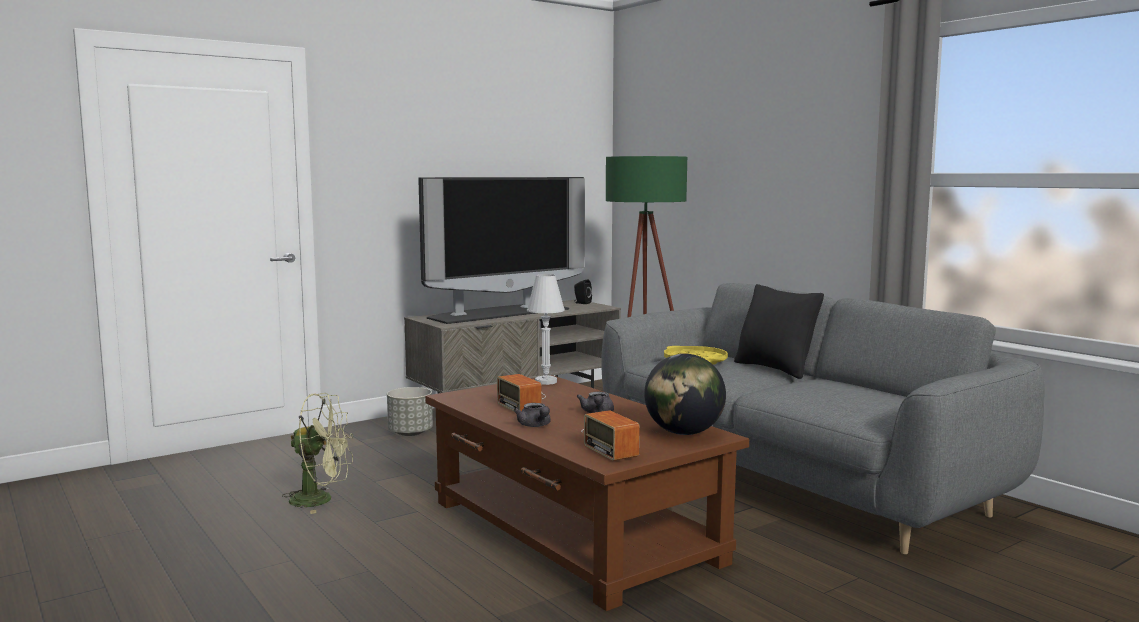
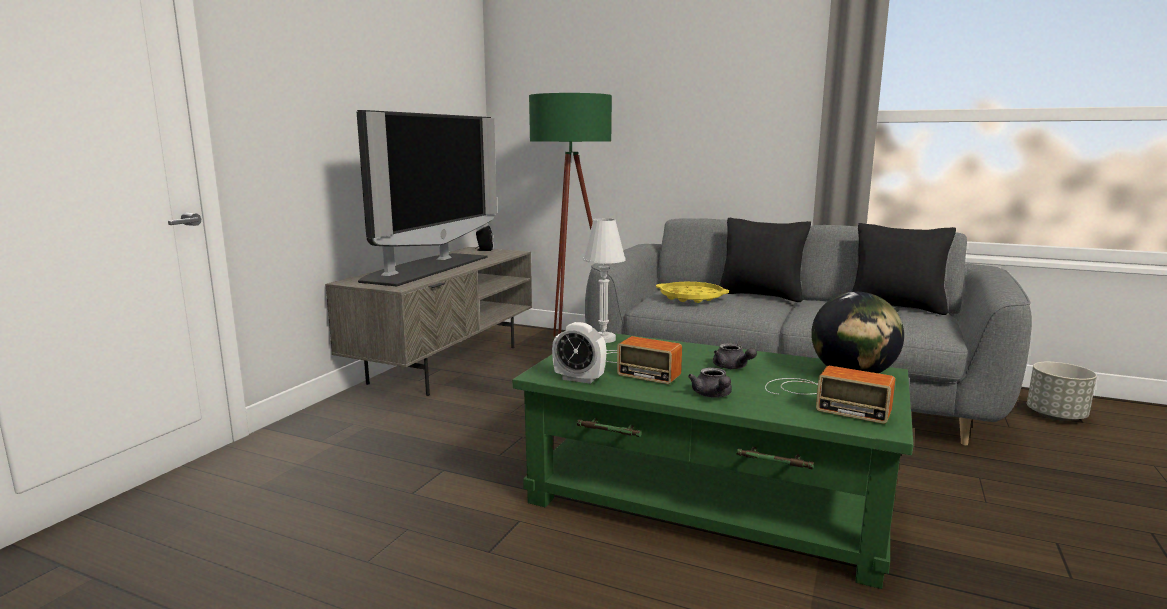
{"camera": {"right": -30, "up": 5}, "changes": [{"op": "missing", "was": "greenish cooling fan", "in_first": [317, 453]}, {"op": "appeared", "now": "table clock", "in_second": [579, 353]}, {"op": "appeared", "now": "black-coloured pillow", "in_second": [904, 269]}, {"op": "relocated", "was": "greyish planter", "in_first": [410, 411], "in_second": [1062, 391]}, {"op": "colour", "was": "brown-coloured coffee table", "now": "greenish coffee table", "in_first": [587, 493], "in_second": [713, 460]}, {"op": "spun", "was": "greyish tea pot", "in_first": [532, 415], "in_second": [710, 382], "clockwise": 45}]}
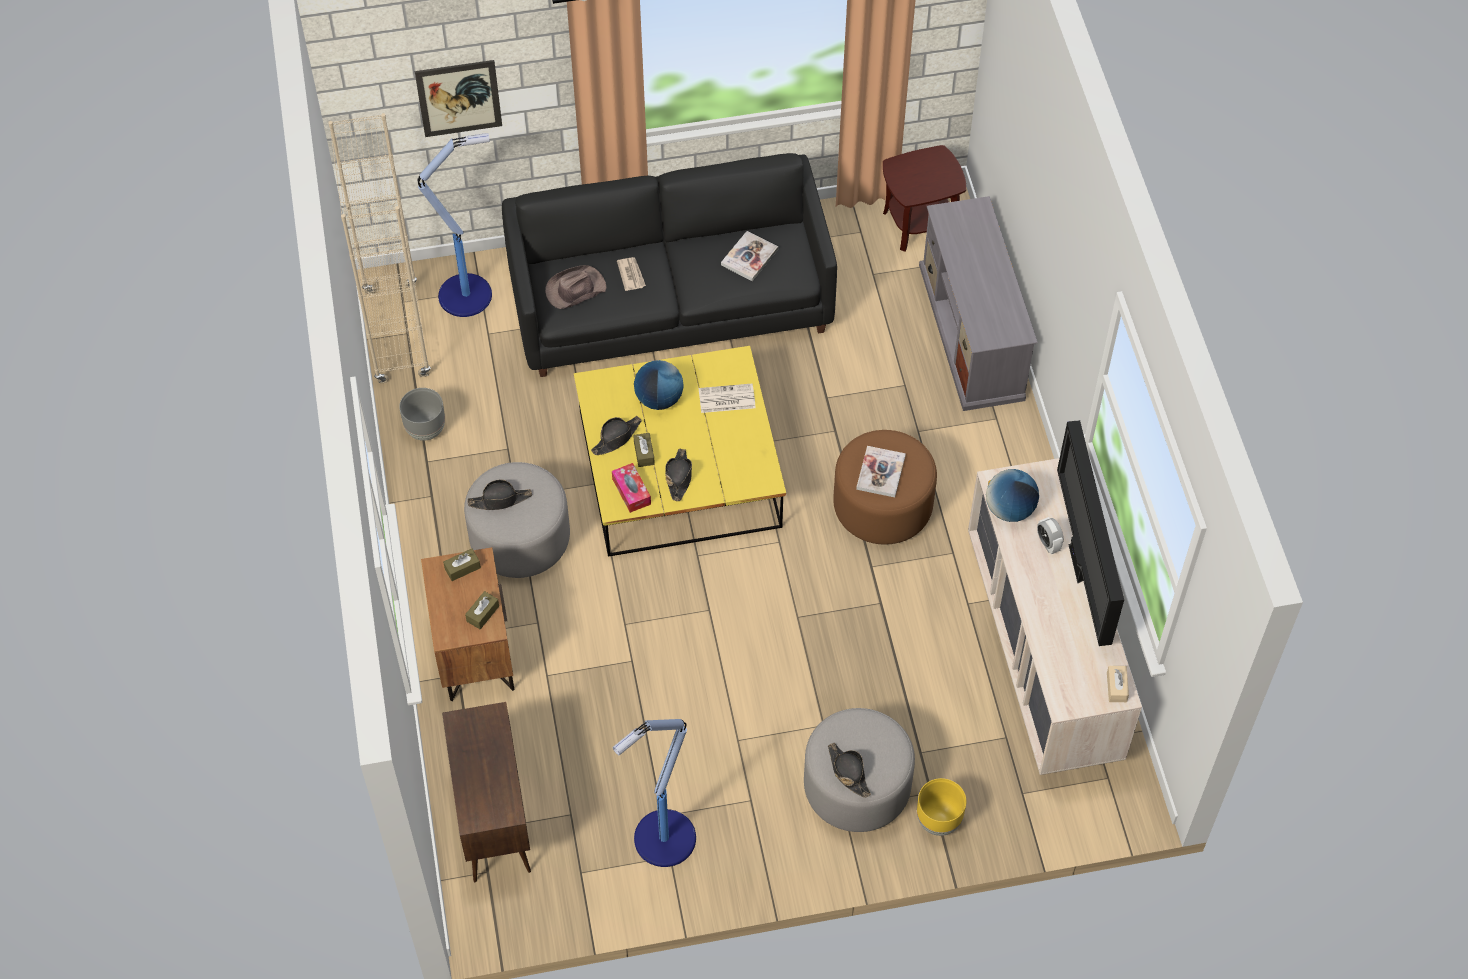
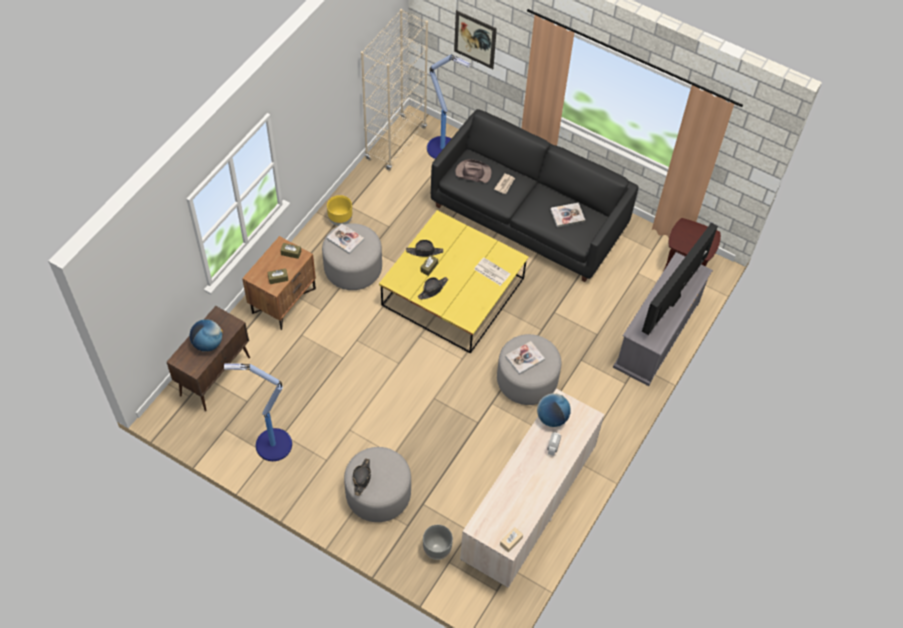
{"camera": {"right": 40, "up": 0}, "changes": [{"op": "missing", "was": "tissue box", "in_first": [631, 488]}, {"op": "relocated", "was": "greyish planter", "in_first": [422, 414], "in_second": [438, 542]}, {"op": "relocated", "was": "desk globe", "in_first": [659, 385], "in_second": [206, 335]}, {"op": "relocated", "was": "yellow planter", "in_first": [941, 807], "in_second": [339, 210]}, {"op": "relocated", "was": "television", "in_first": [1090, 533], "in_second": [680, 279]}, {"op": "exchanged", "was": "black-coloured wearable hat", "now": "volume", "in_first": [499, 495], "in_second": [345, 238]}, {"op": "colour", "was": "brown-coloured ottoman", "now": "greyish ottoman", "in_first": [885, 487], "in_second": [529, 369]}]}
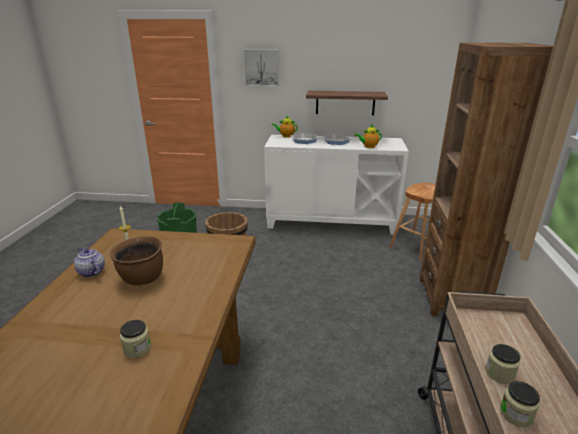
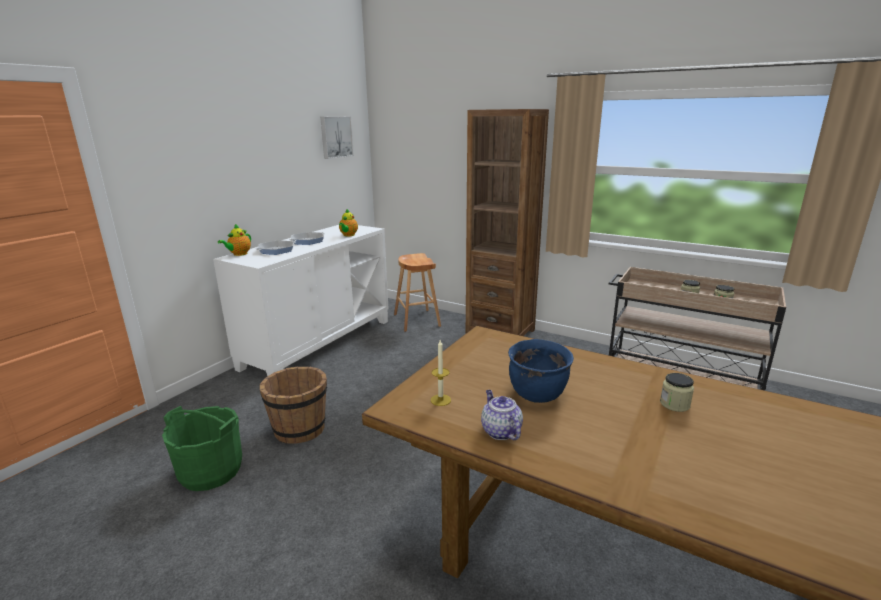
{"camera": {"right": -65, "up": -5}, "changes": [{"op": "missing", "was": "bracket shelf", "in_first": [347, 103]}, {"op": "relocated", "was": "wall art", "in_first": [261, 67], "in_second": [337, 137]}, {"op": "colour", "was": "brown-coloured cooking pot", "now": "blue cooking pot", "in_first": [136, 260], "in_second": [541, 371]}, {"op": "spun", "was": "tea pot", "in_first": [89, 262], "in_second": [502, 415], "clockwise": 90}]}
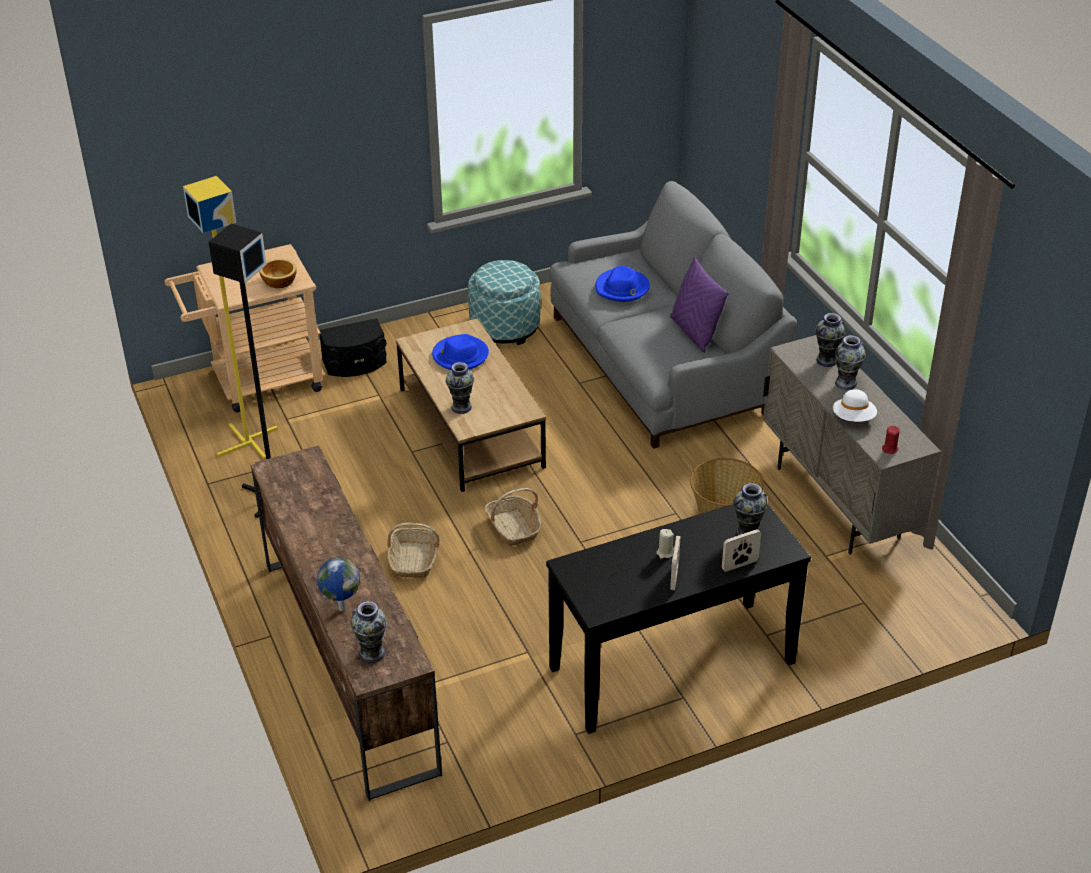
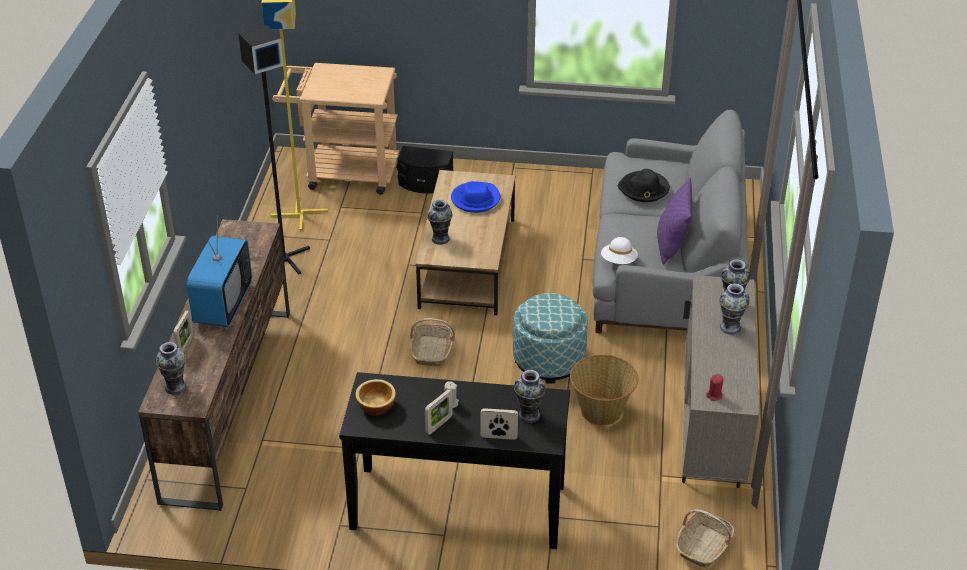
{"camera": {"right": 30, "up": 0}, "changes": [{"op": "appeared", "now": "television", "in_second": [219, 271]}, {"op": "relocated", "was": "bowl", "in_first": [278, 273], "in_second": [375, 397]}, {"op": "relocated", "was": "basket", "in_first": [413, 550], "in_second": [705, 538]}, {"op": "relocated", "was": "ottoman", "in_first": [504, 302], "in_second": [550, 338]}, {"op": "relocated", "was": "whitish wearable hat", "in_first": [855, 405], "in_second": [619, 250]}, {"op": "exchanged", "was": "desk globe", "now": "standing frame", "in_first": [338, 584], "in_second": [183, 331]}, {"op": "colour", "was": "blue wearable hat", "now": "black-coloured wearable hat", "in_first": [623, 284], "in_second": [644, 185]}]}
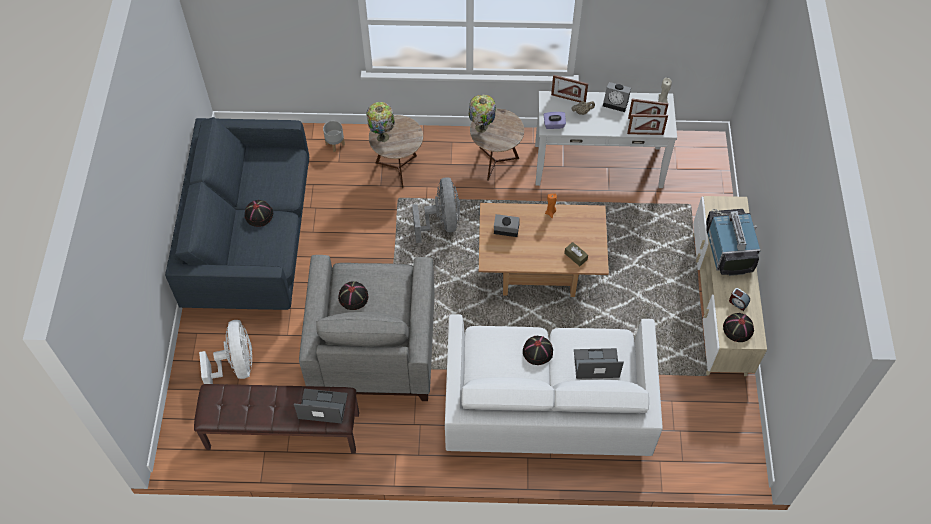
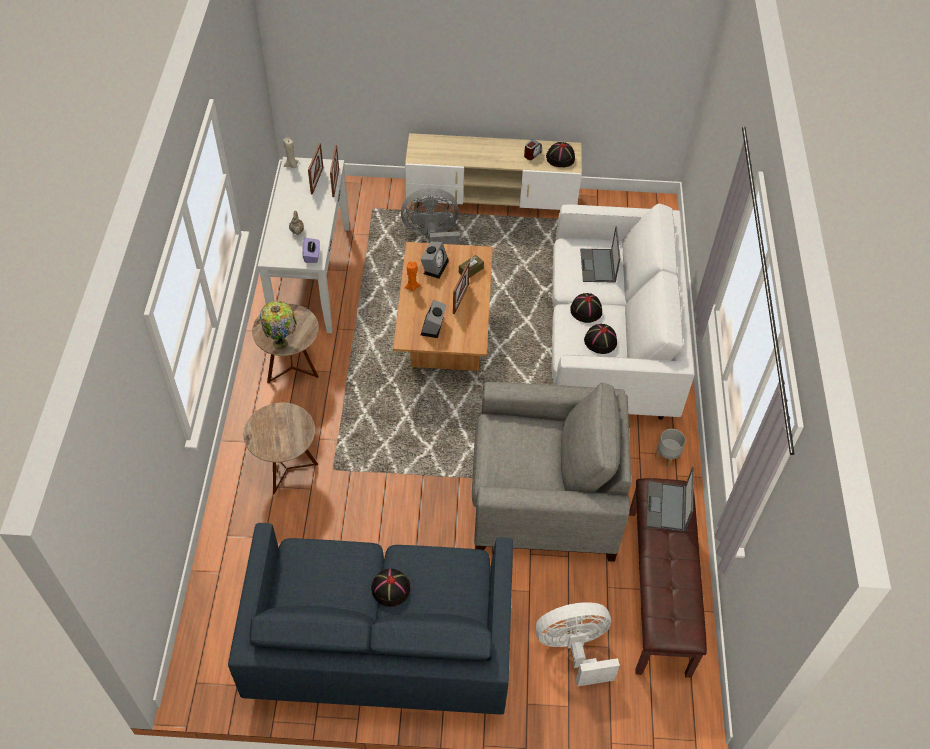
{"camera": {"right": -90, "up": -5}, "changes": [{"op": "missing", "was": "tabletop lamp", "in_first": [380, 122]}, {"op": "missing", "was": "television", "in_first": [733, 242]}, {"op": "relocated", "was": "greyish planter", "in_first": [334, 136], "in_second": [670, 448]}, {"op": "relocated", "was": "black-coloured wearable hat", "in_first": [353, 295], "in_second": [600, 339]}, {"op": "relocated", "was": "greyish cooling fan", "in_first": [436, 210], "in_second": [430, 216]}, {"op": "relocated", "was": "standing frame", "in_first": [569, 88], "in_second": [461, 288]}, {"op": "relocated", "was": "table clock", "in_first": [617, 97], "in_second": [435, 260]}]}
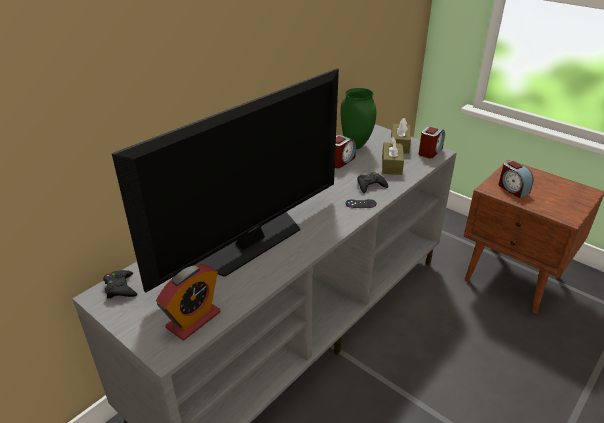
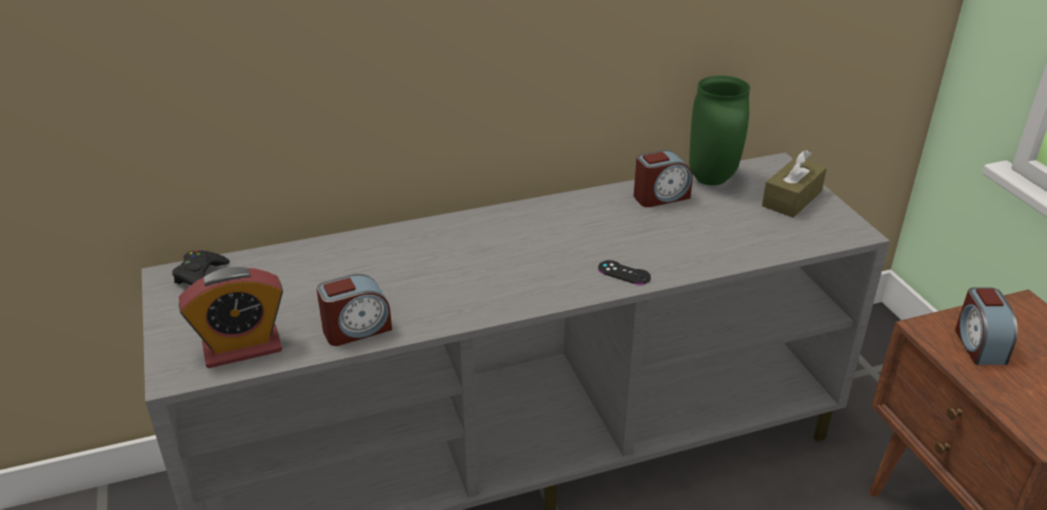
{"camera": {"right": 30, "up": 0}, "changes": [{"op": "missing", "was": "television", "in_first": [225, 180]}, {"op": "missing", "was": "black-coloured joypad", "in_first": [372, 183]}, {"op": "missing", "was": "brown-coloured tissue box", "in_first": [393, 156]}, {"op": "relocated", "was": "table clock", "in_first": [432, 142], "in_second": [354, 310]}]}
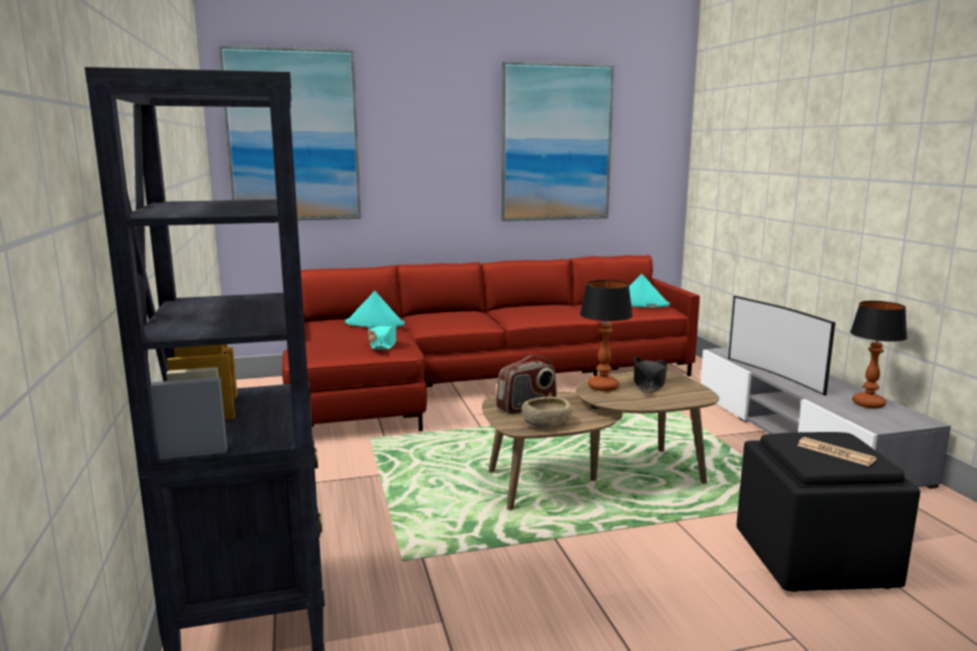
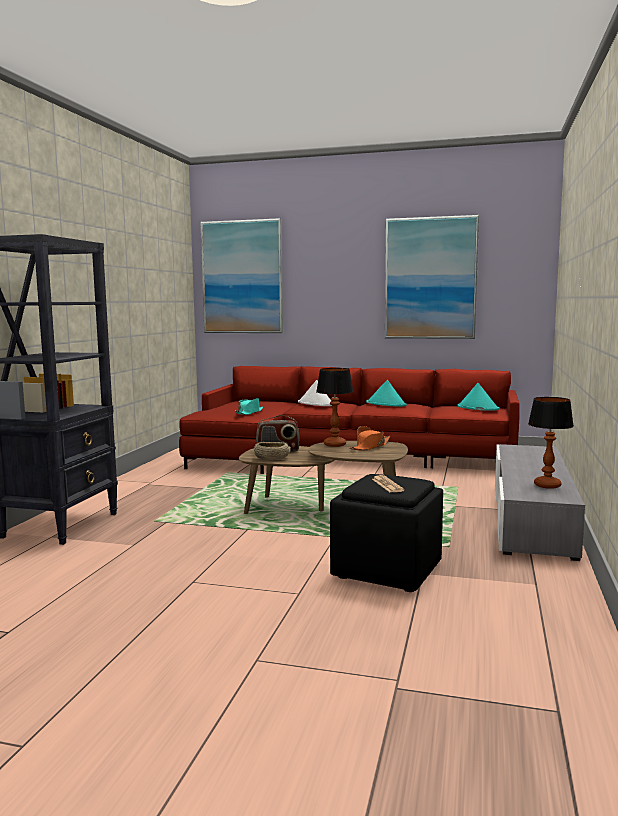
{"camera": {"right": 30, "up": -5}, "changes": [{"op": "missing", "was": "television", "in_first": [781, 345]}, {"op": "appeared", "now": "whitish wearable hat", "in_second": [315, 393]}, {"op": "relocated", "was": "turquoise wearable hat", "in_first": [375, 309], "in_second": [386, 393]}, {"op": "colour", "was": "black-coloured wearable hat", "now": "orange-coloured wearable hat", "in_first": [650, 374], "in_second": [369, 438]}]}
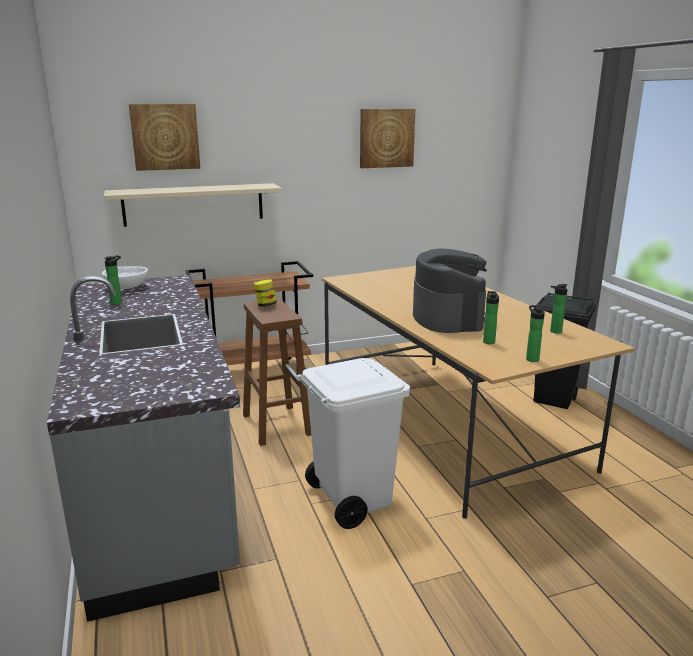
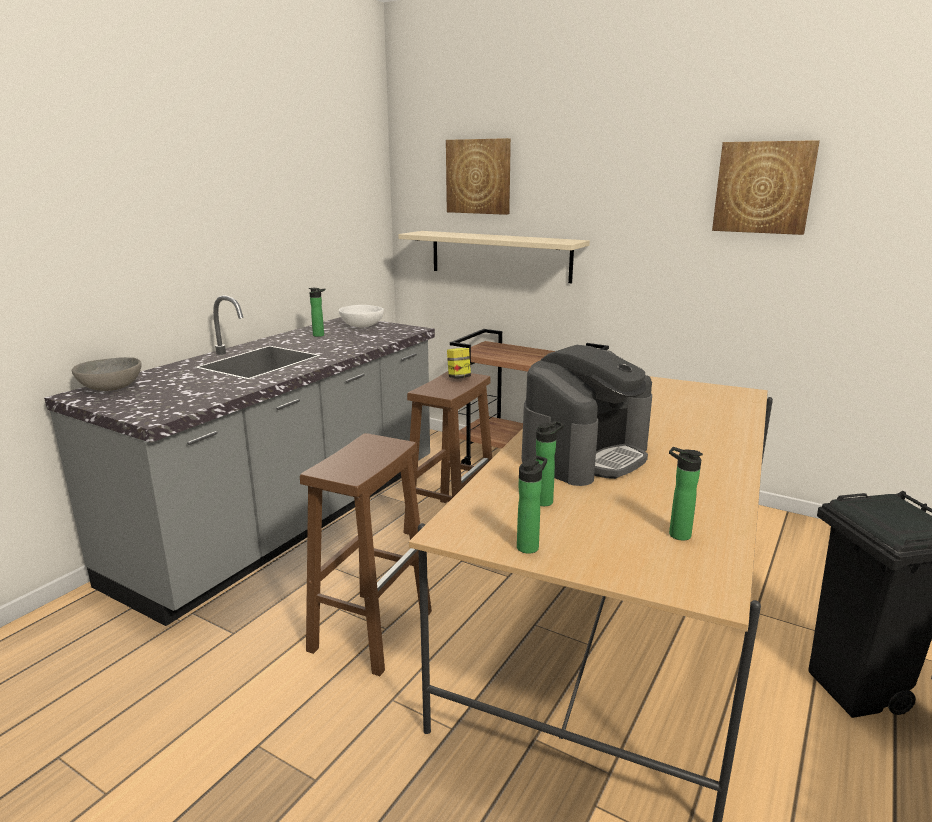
{"camera": {"right": 50, "up": 0}, "changes": [{"op": "appeared", "now": "greyish bowl", "in_second": [107, 374]}, {"op": "exchanged", "was": "whitish trash can", "now": "brown-coloured stool seat", "in_first": [353, 443], "in_second": [366, 554]}]}
